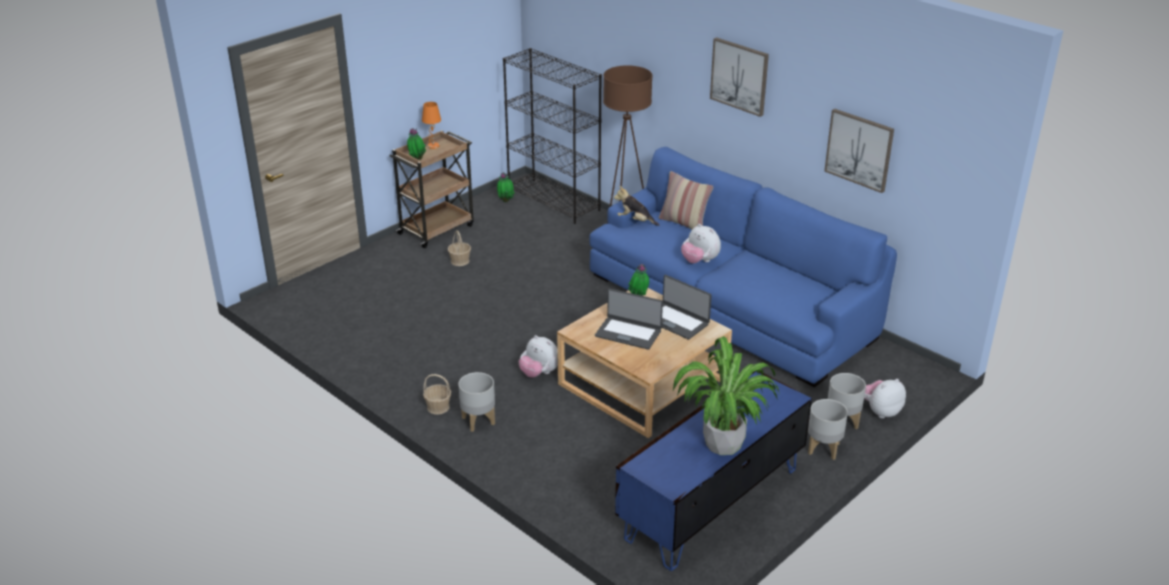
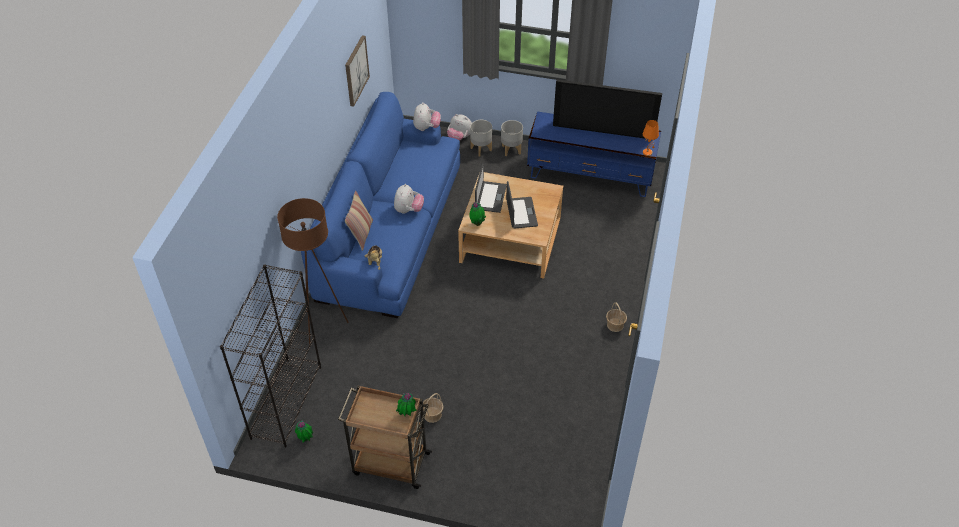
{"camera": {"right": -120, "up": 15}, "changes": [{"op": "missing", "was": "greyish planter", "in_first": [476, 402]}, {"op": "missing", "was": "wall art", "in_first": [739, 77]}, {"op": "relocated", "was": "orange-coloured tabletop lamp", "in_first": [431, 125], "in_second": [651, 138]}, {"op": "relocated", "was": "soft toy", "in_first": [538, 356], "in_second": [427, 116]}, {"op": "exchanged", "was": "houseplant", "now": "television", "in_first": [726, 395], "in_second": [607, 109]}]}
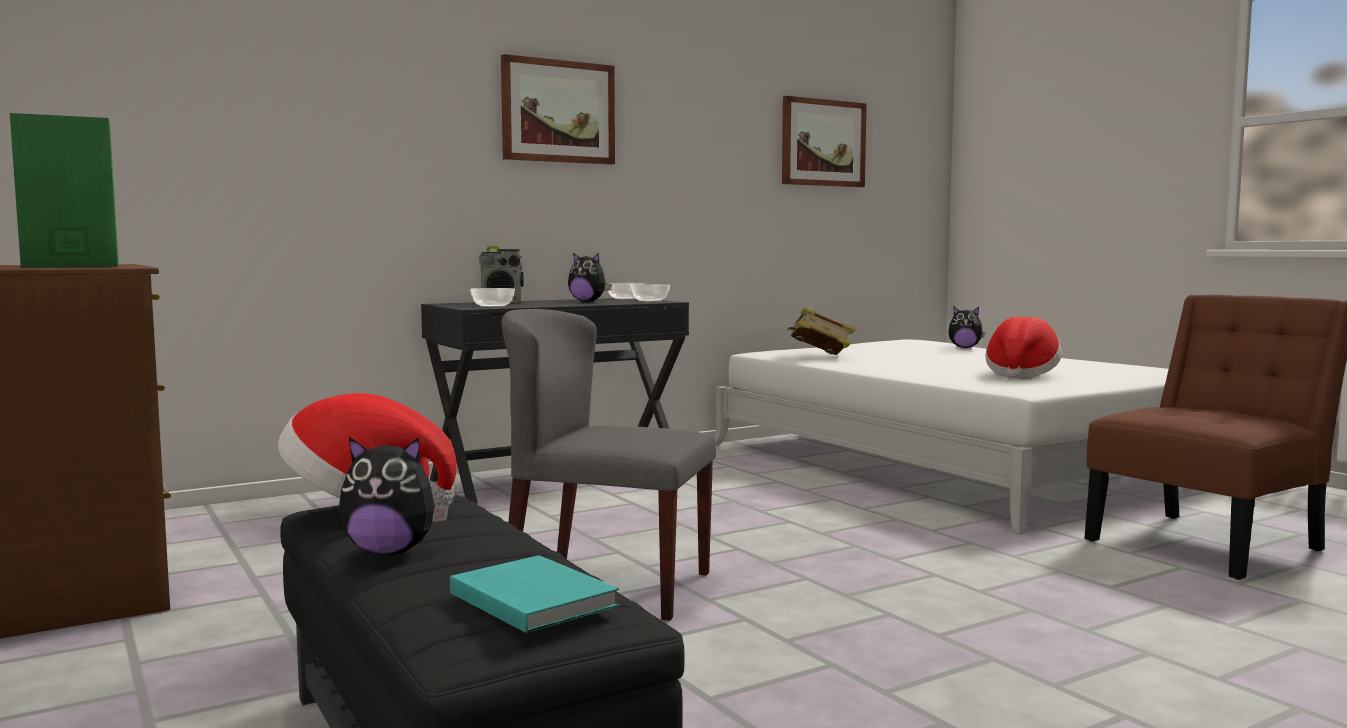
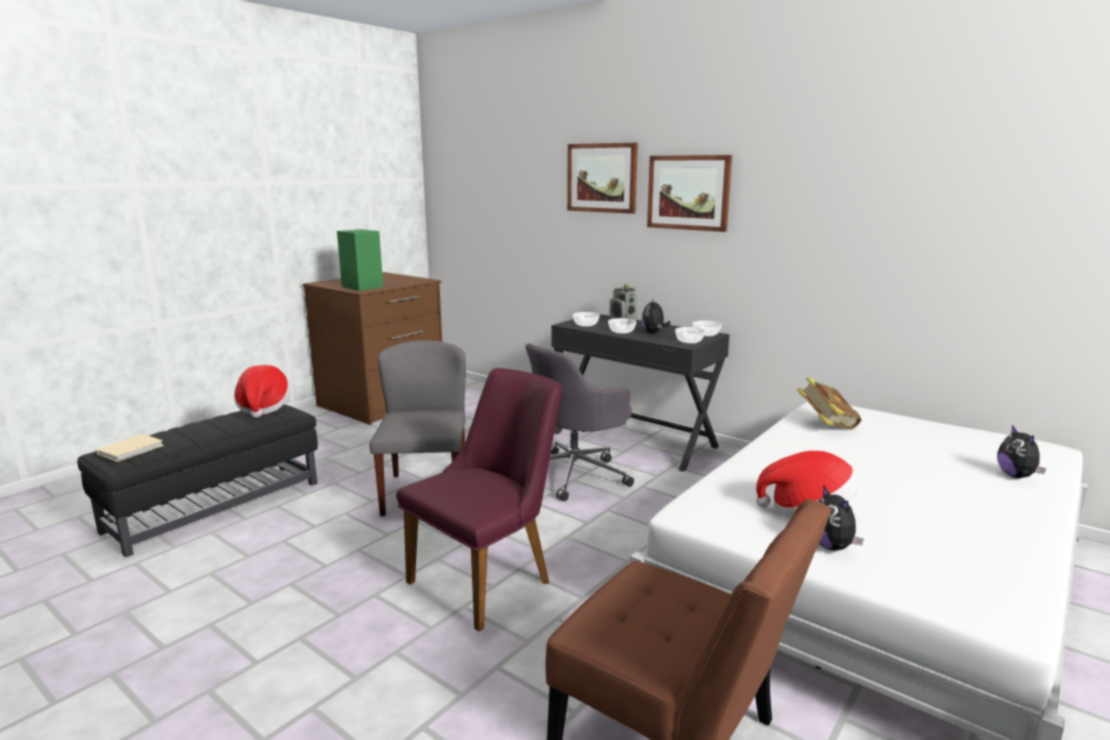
{"camera": {"right": 70, "up": 10}, "changes": [{"op": "appeared", "now": "purplish upright chair", "in_second": [479, 500]}, {"op": "appeared", "now": "greyish office chair", "in_second": [579, 422]}, {"op": "appeared", "now": "bowl", "in_second": [622, 326]}, {"op": "relocated", "was": "soft toy", "in_first": [393, 496], "in_second": [841, 517]}, {"op": "relocated", "was": "wall art", "in_first": [824, 141], "in_second": [602, 178]}, {"op": "colour", "was": "turquoise volume", "now": "beige-coloured volume", "in_first": [534, 594], "in_second": [130, 448]}]}
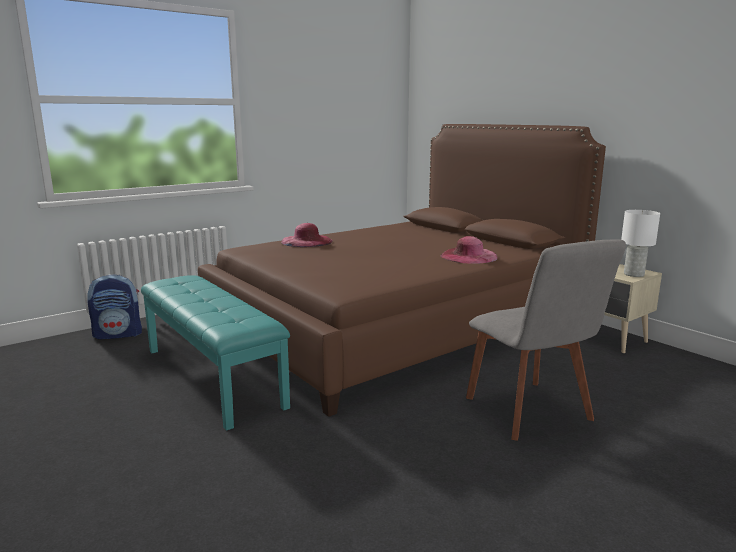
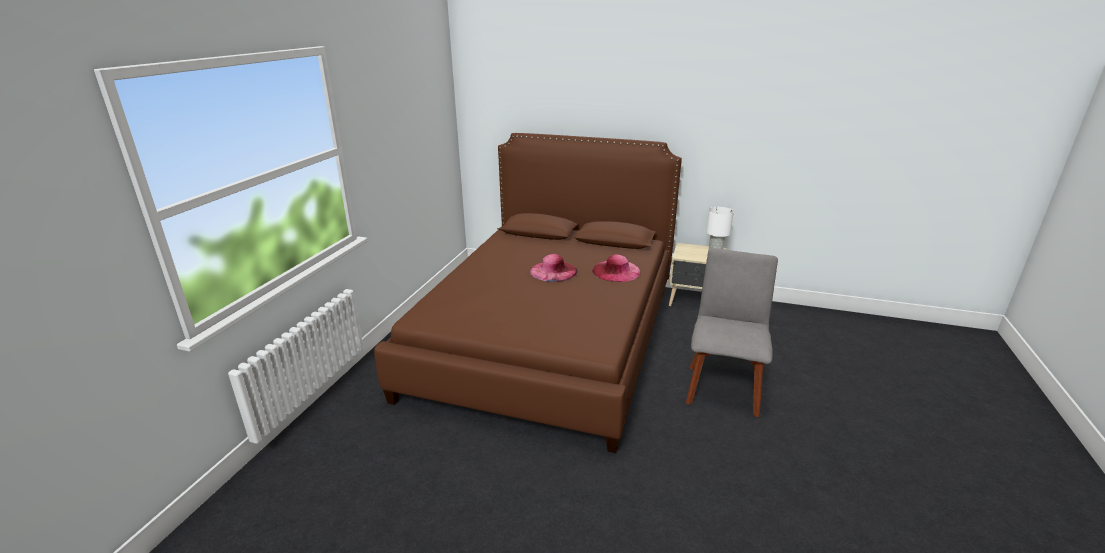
{"camera": {"right": -35, "up": 10}, "changes": [{"op": "missing", "was": "rucksack", "in_first": [115, 306]}, {"op": "missing", "was": "turquoise bench", "in_first": [215, 353]}, {"op": "relocated", "was": "pink wearable hat", "in_first": [307, 235], "in_second": [554, 268]}, {"op": "spun", "was": "greyish upright chair", "in_first": [546, 340], "in_second": [732, 332], "clockwise": -105}]}
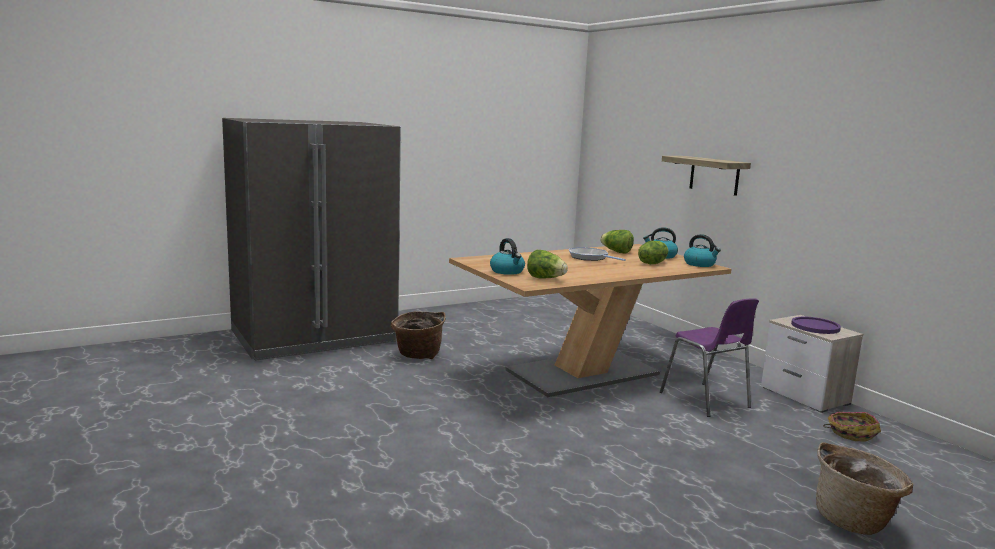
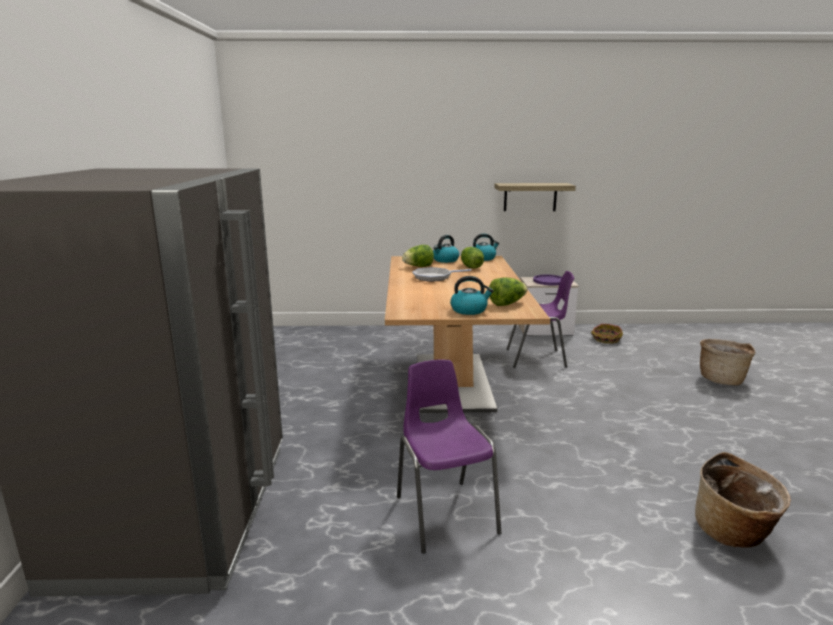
{"camera": {"right": -60, "up": 5}, "changes": [{"op": "appeared", "now": "purplish upright chair", "in_second": [449, 456]}, {"op": "relocated", "was": "basket", "in_first": [418, 335], "in_second": [743, 500]}, {"op": "relocated", "was": "bracket shelf", "in_first": [706, 176], "in_second": [535, 197]}]}
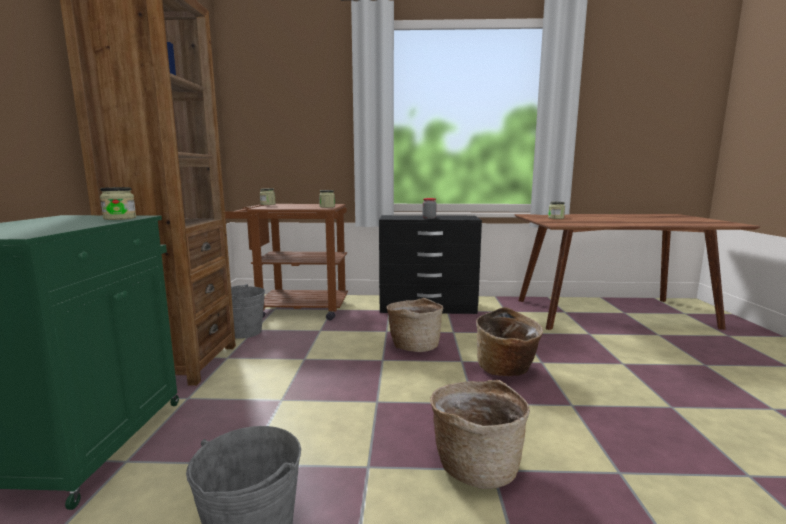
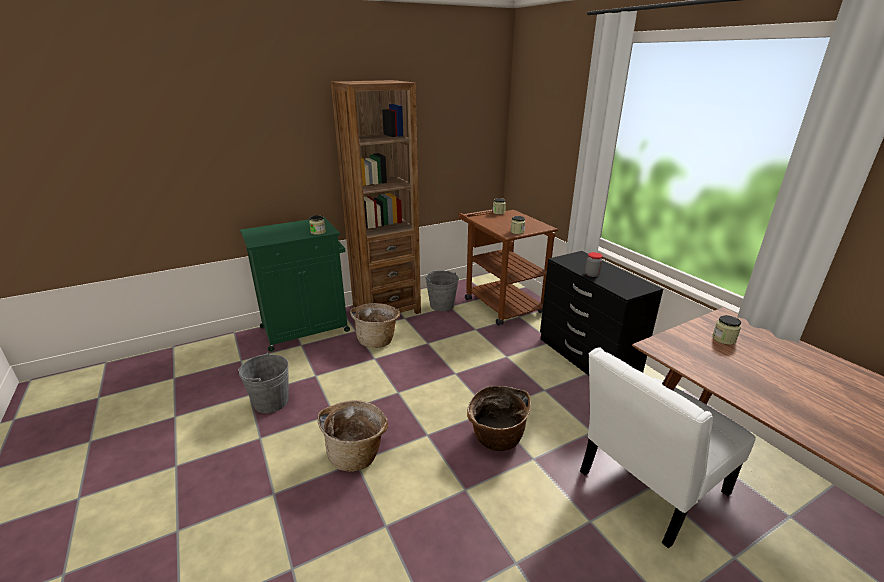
{"camera": {"right": 60, "up": 15}, "changes": [{"op": "appeared", "now": "whitish upright chair", "in_second": [668, 448]}, {"op": "relocated", "was": "basket", "in_first": [415, 325], "in_second": [375, 325]}]}
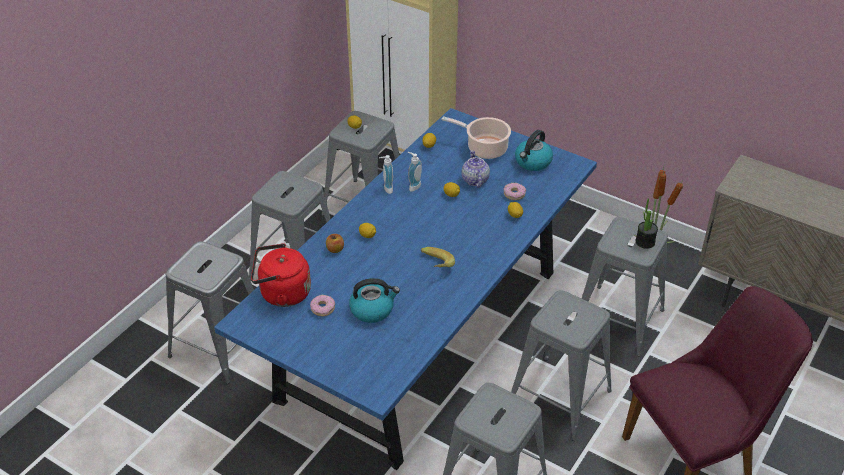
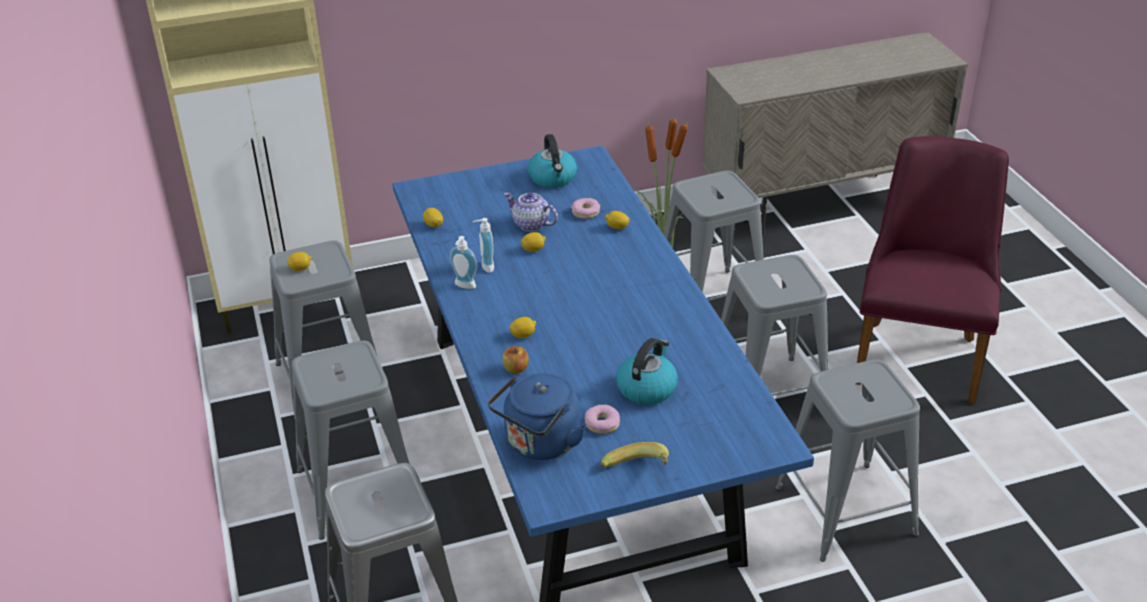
{"camera": {"right": -50, "up": -5}, "changes": [{"op": "missing", "was": "cooking pot", "in_first": [476, 137]}, {"op": "missing", "was": "houseplant", "in_first": [647, 224]}, {"op": "relocated", "was": "whole banana", "in_first": [438, 257], "in_second": [634, 455]}, {"op": "colour", "was": "red-coloured kettle", "now": "blue kettle", "in_first": [281, 275], "in_second": [537, 416]}]}
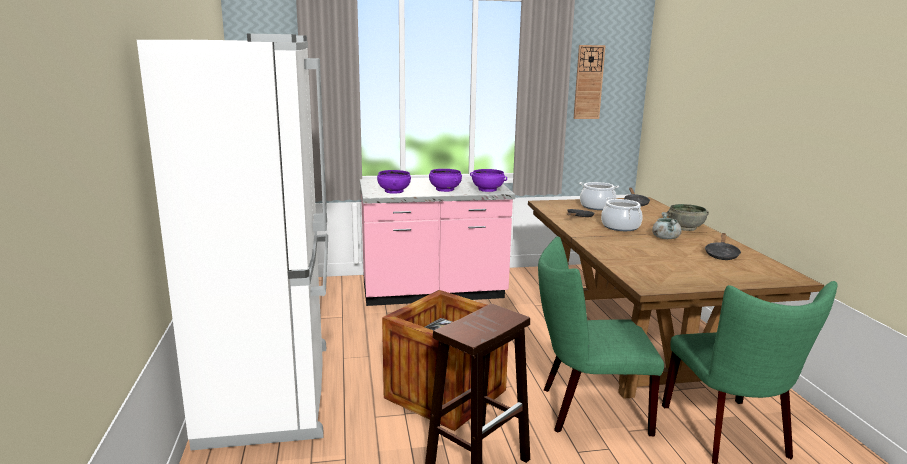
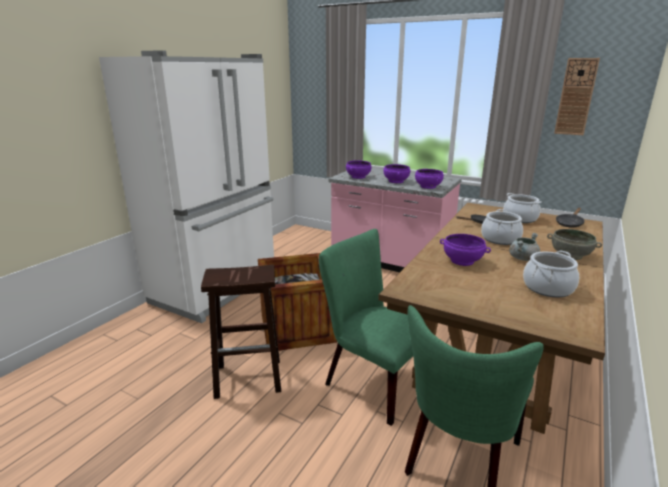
{"camera": {"right": 40, "up": 5}, "changes": [{"op": "appeared", "now": "purplish bowl", "in_second": [465, 250]}, {"op": "exchanged", "was": "black-coloured skillet", "now": "cooking pot", "in_first": [723, 246], "in_second": [551, 273]}]}
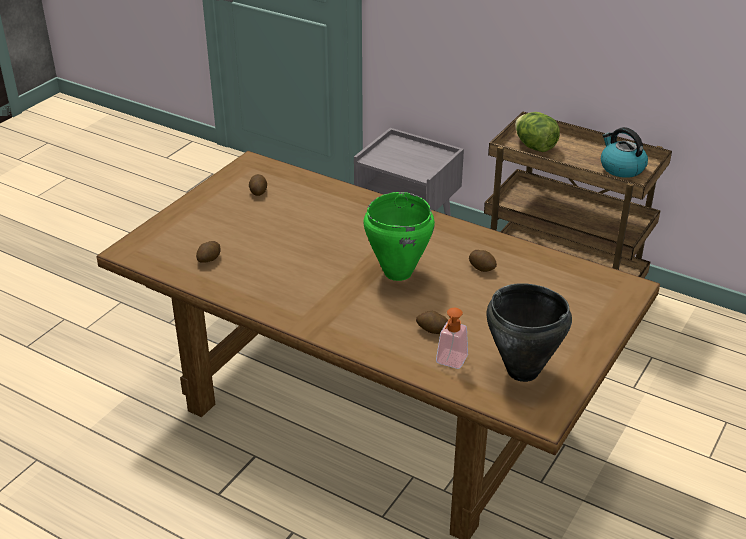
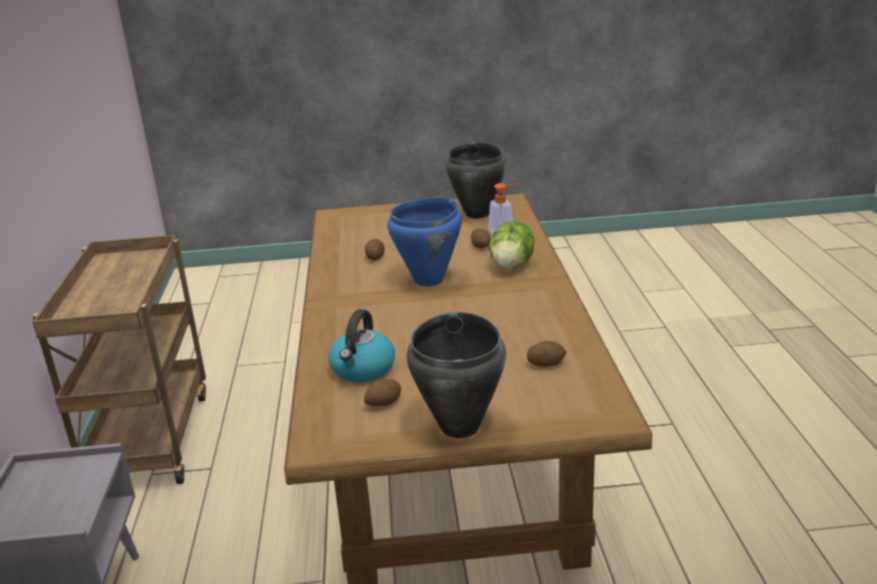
{"camera": {"right": -125, "up": -10}, "changes": [{"op": "appeared", "now": "black-coloured cooking pot", "in_second": [456, 375]}, {"op": "relocated", "was": "lettuce head", "in_first": [537, 132], "in_second": [512, 245]}, {"op": "relocated", "was": "kettle", "in_first": [624, 152], "in_second": [361, 346]}, {"op": "colour", "was": "greenish cooking pot", "now": "blue cooking pot", "in_first": [399, 236], "in_second": [424, 242]}]}
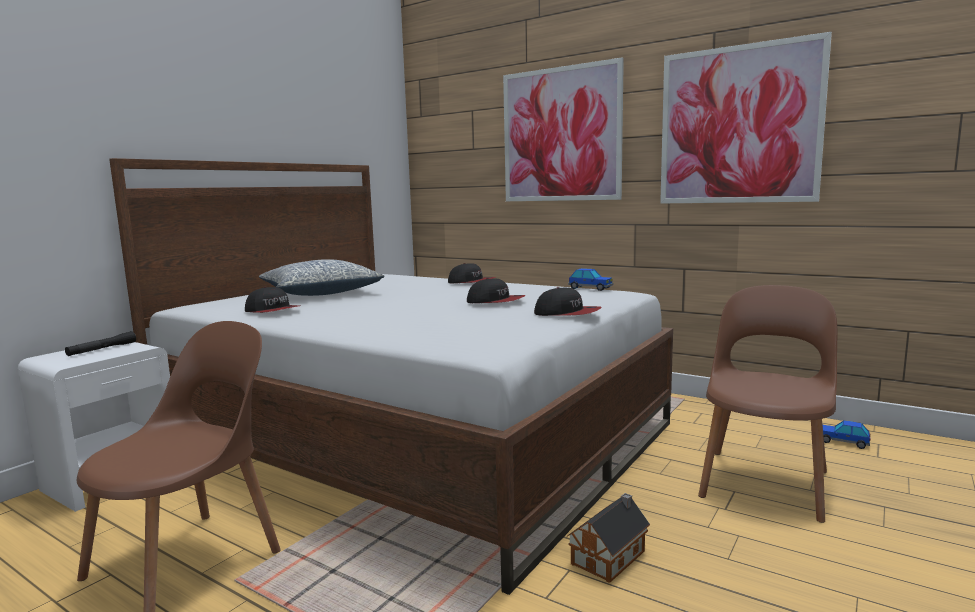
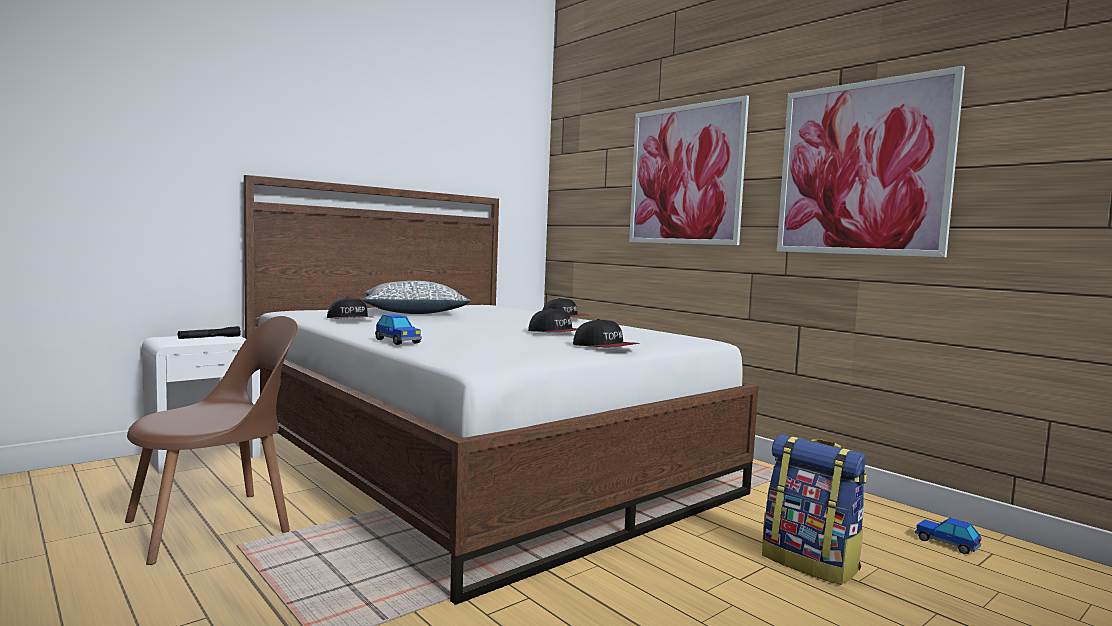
{"camera": {"right": 15, "up": -5}, "changes": [{"op": "missing", "was": "model house", "in_first": [608, 538]}, {"op": "relocated", "was": "model car", "in_first": [591, 279], "in_second": [398, 329]}, {"op": "exchanged", "was": "brown-coloured upright chair", "now": "rucksack", "in_first": [767, 404], "in_second": [814, 510]}]}
